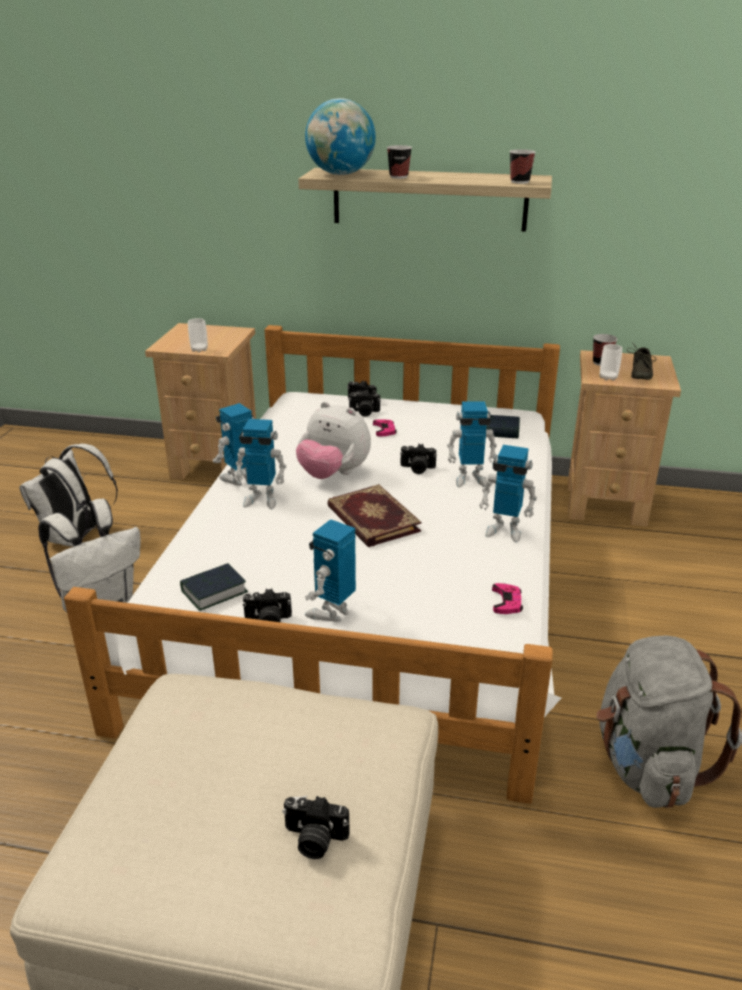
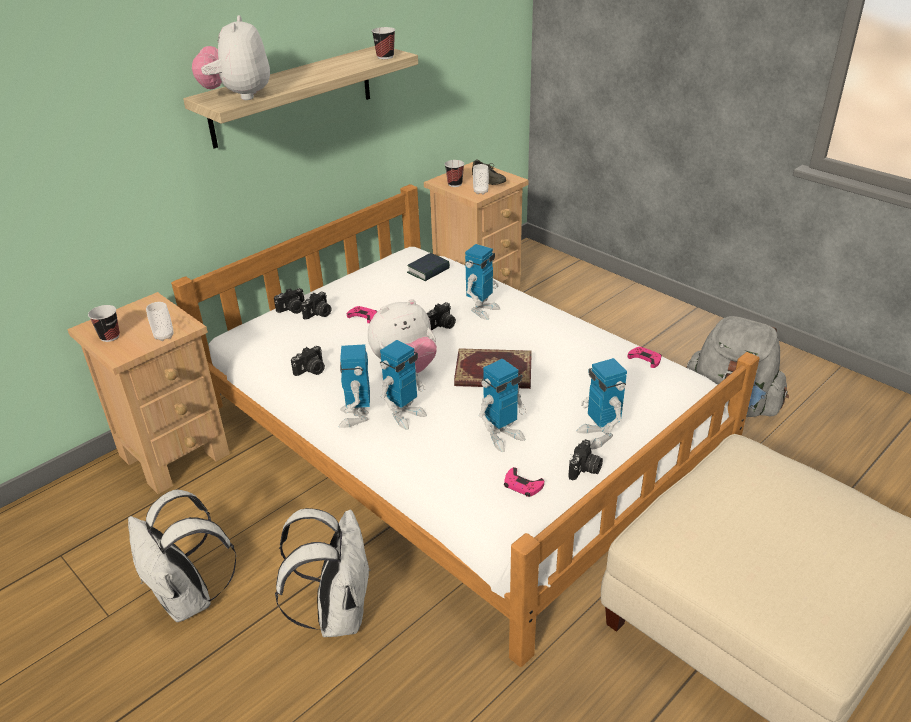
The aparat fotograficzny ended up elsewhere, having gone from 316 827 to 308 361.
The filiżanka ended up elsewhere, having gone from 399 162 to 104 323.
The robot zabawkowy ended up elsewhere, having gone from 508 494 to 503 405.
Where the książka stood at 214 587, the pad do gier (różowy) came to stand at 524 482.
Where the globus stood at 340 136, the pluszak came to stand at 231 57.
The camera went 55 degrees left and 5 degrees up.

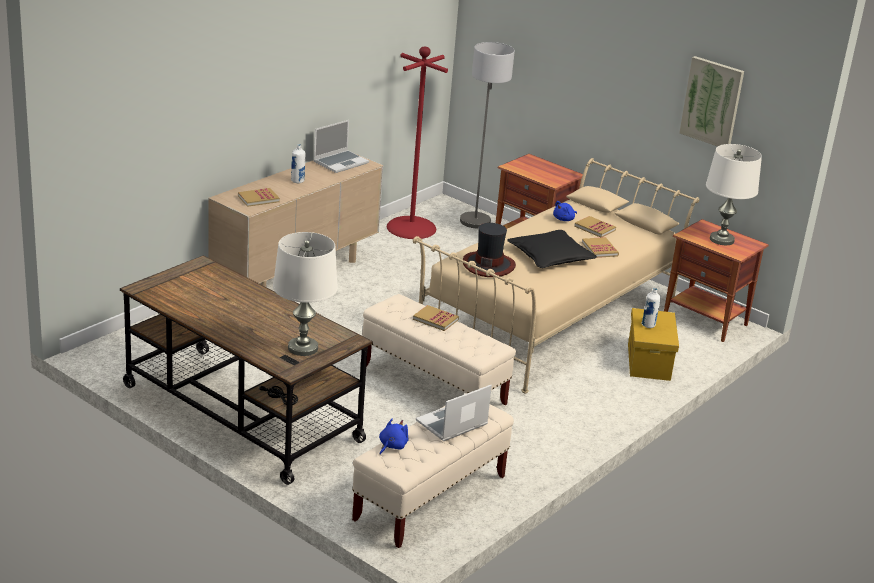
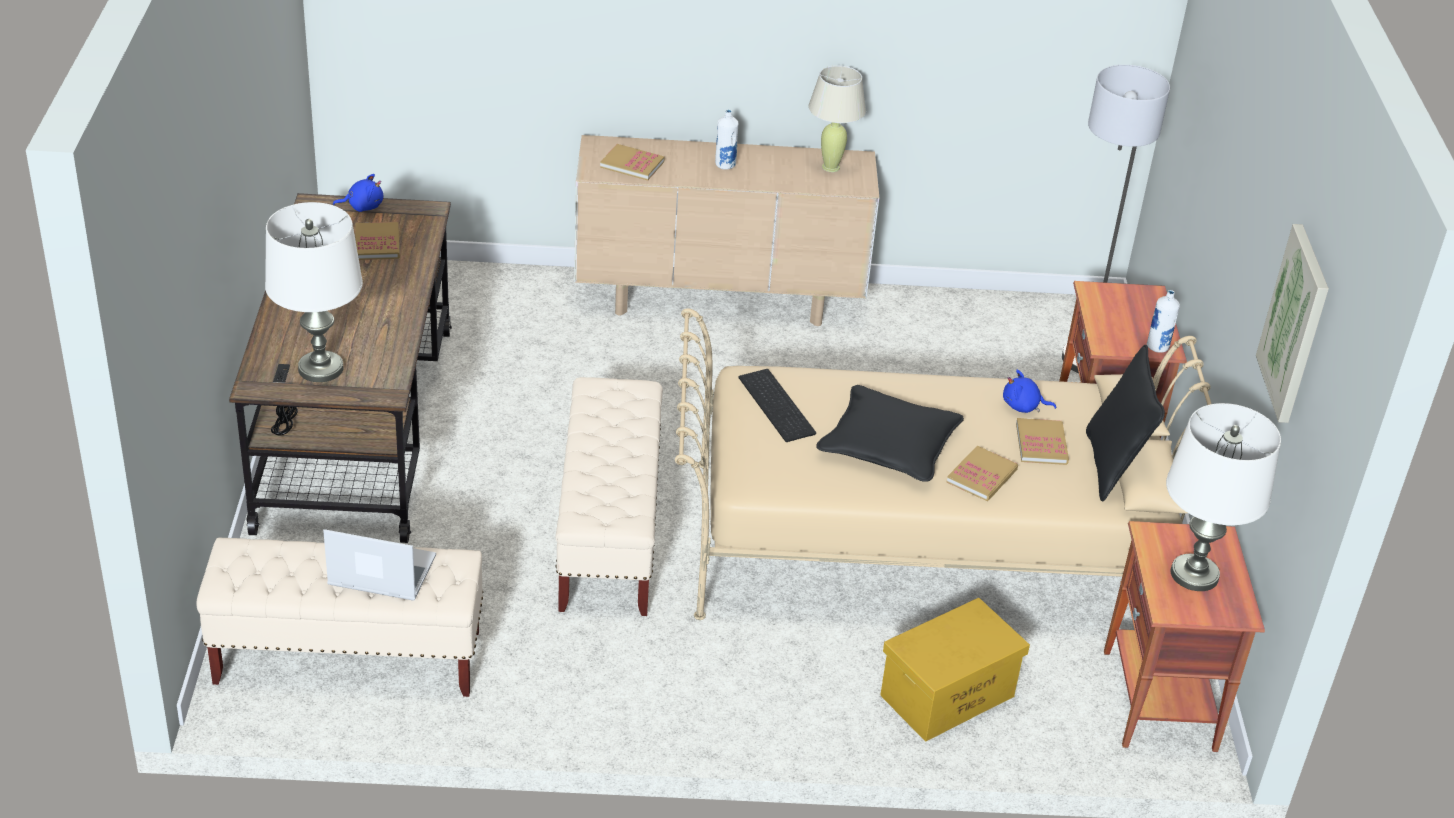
The second view lost the wieszak (czerwony) at 417 143.
The second view gained the poduszka (czarny) at 1125 423.
The pluszak (niebieski) ended up elsewhere, having gone from 394 436 to 358 193.
The książka ended up elsewhere, having gone from 436 318 to 378 241.
The butelka (biały) ended up elsewhere, having gone from 651 308 to 1163 321.
Where the laptop stood at 341 146, the lampa stołowa (beżowy) came to stand at 837 118.
Where the kapelusz stood at 489 250, the klawiatura came to stand at 777 405.
The camera went 50 degrees right and 10 degrees up.

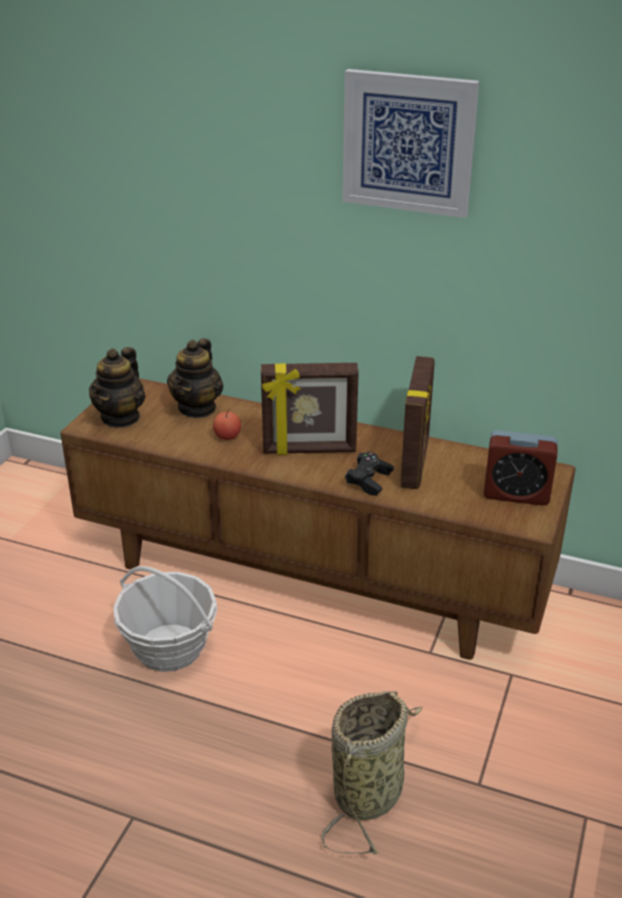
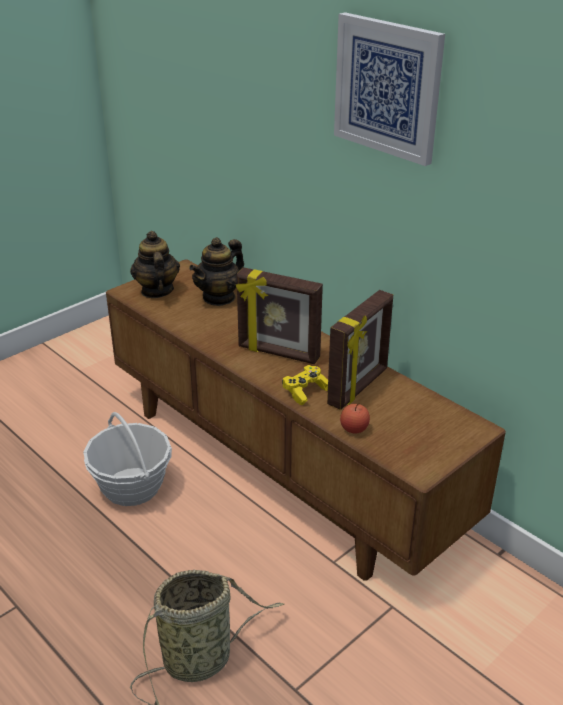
The second view lost the budzik at 521 468.
The jabłko ended up elsewhere, having gone from 227 424 to 355 418.
What was the pad do gier (czarny) at 369 474 turned into the pad do gier (żółty) at 305 385.
The imbryk at 117 387 ended up facing another way, 120 degrees clockwise from before.
The camera went 25 degrees right and 0 degrees up.

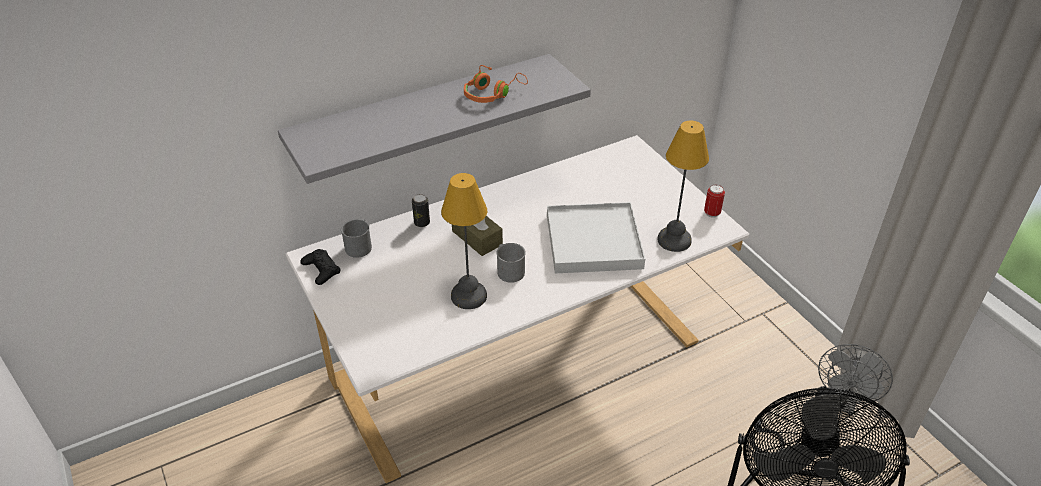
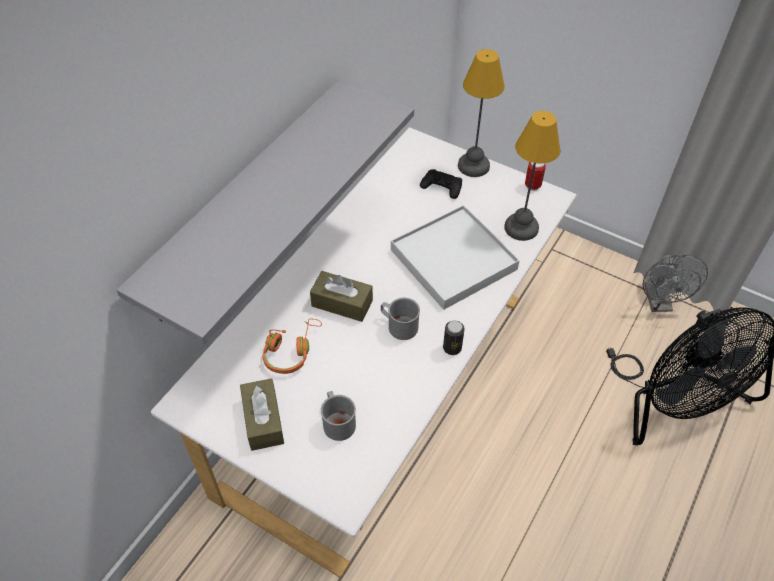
The second view gained the pudełko chusteczek (brązowy) at 262 414.
The pad do gier (czarny) ended up elsewhere, having gone from 320 267 to 441 184.
The kubek (szary) ended up elsewhere, having gone from 356 238 to 338 416.
The puszka ended up elsewhere, having gone from 421 210 to 454 337.
The lampa stołowa ended up elsewhere, having gone from 464 241 to 481 113.
The słuchawki (pomarańczowy) ended up elsewhere, having gone from 496 84 to 292 346.
The camera went 30 degrees left and 10 degrees up.

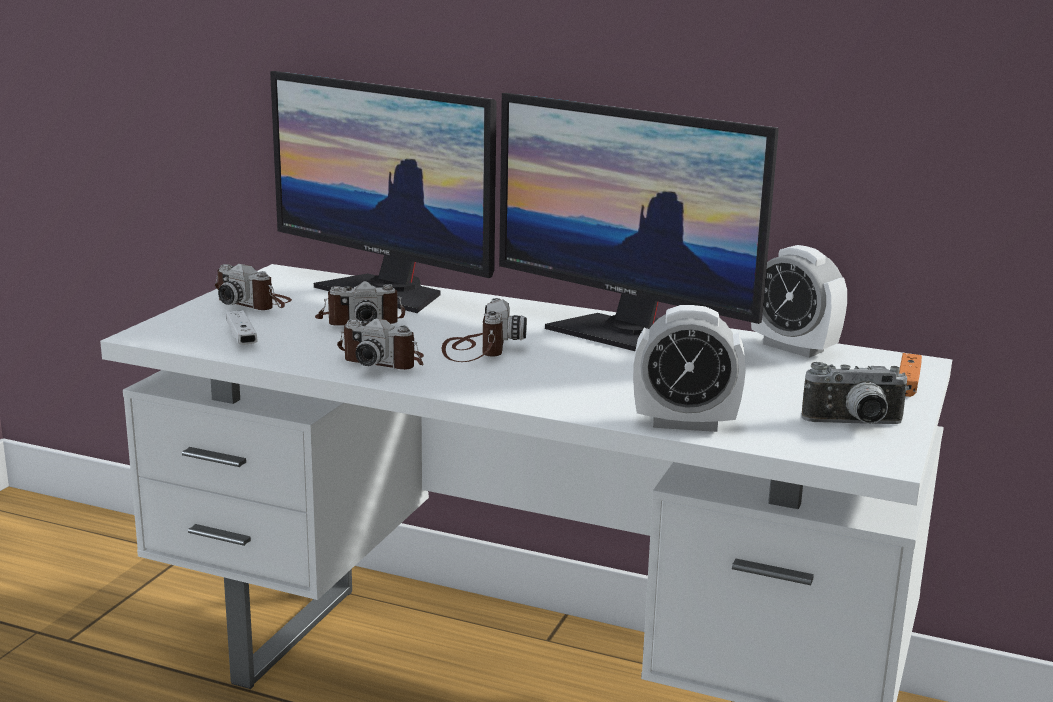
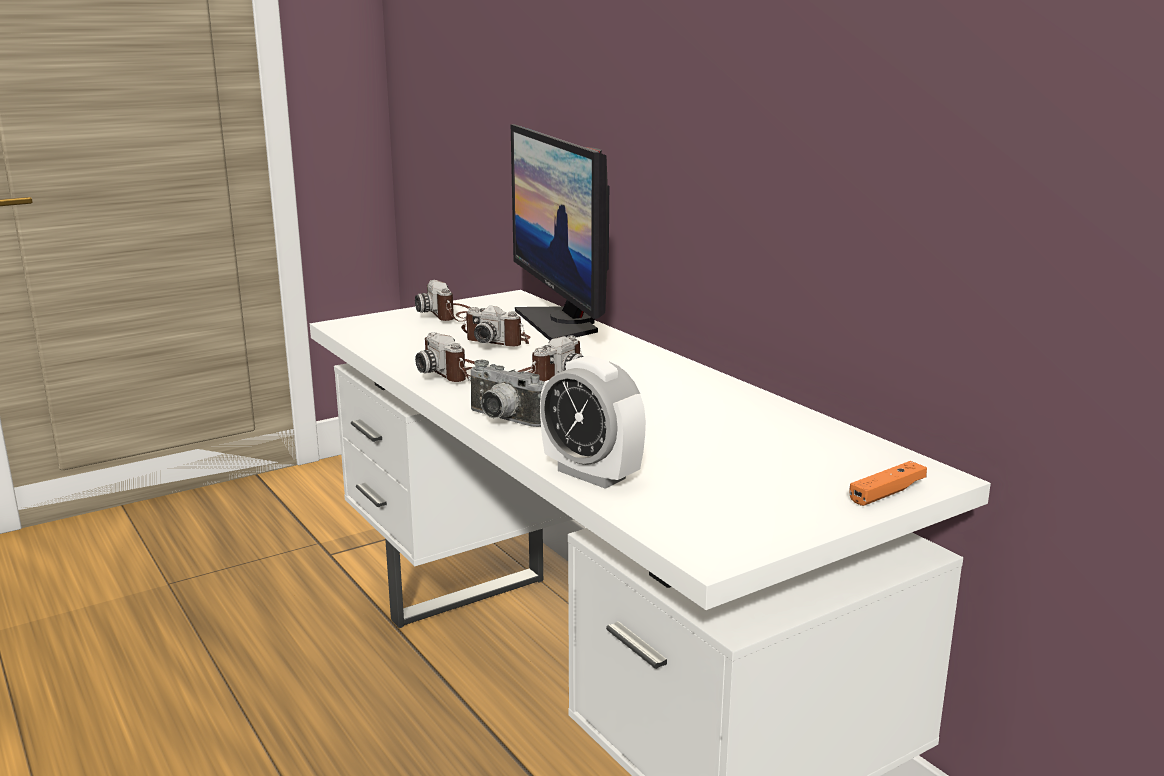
The second view lost the pad do gier (biały) at 242 327.
The second view lost the monitor at 639 222.
The second view lost the budzik at 799 301.
The aparat fotograficzny ended up elsewhere, having gone from 855 393 to 506 393.
The camera went 35 degrees right and 0 degrees up.

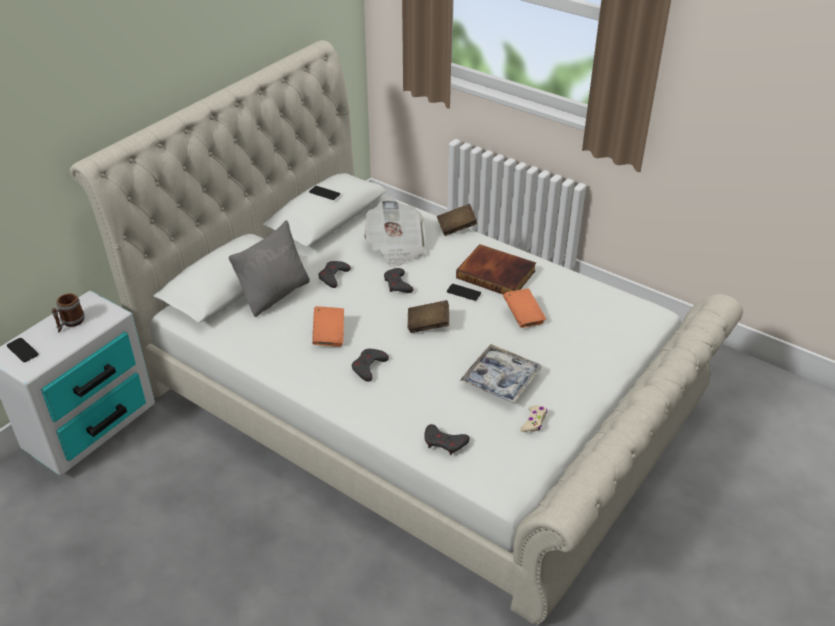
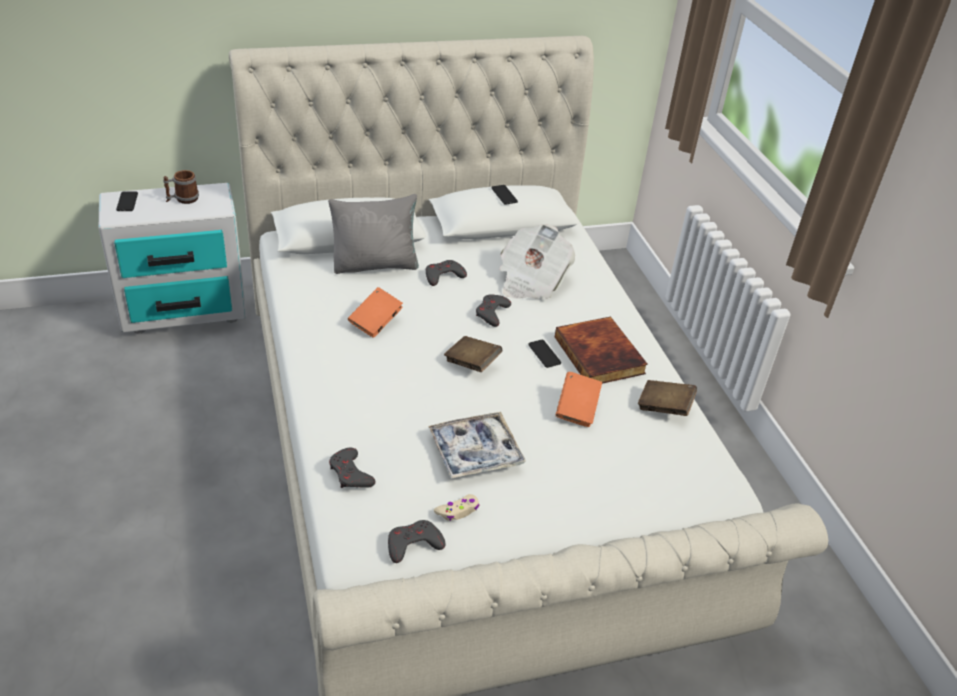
The pad do gier (szary) ended up elsewhere, having gone from 370 365 to 416 541.
The książka (brązowy) ended up elsewhere, having gone from 457 220 to 667 398.
The camera went 35 degrees right and 0 degrees up.

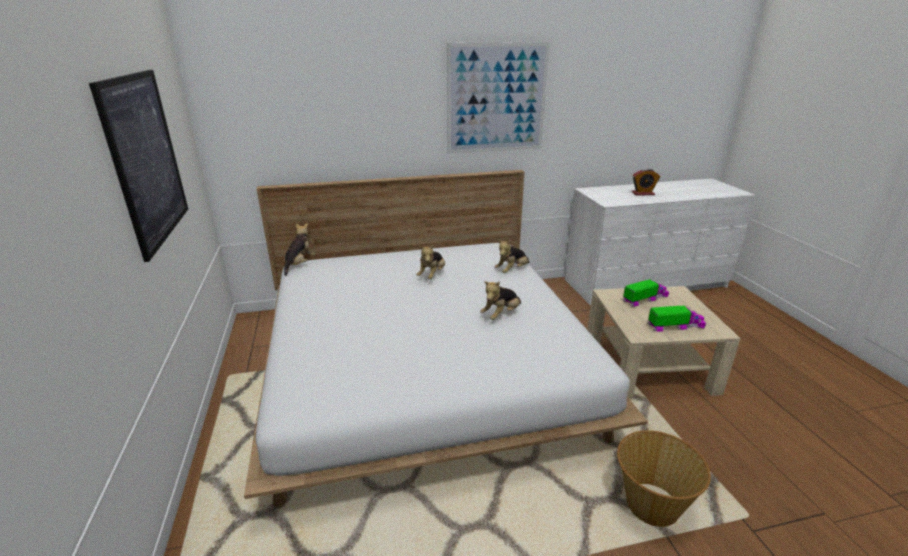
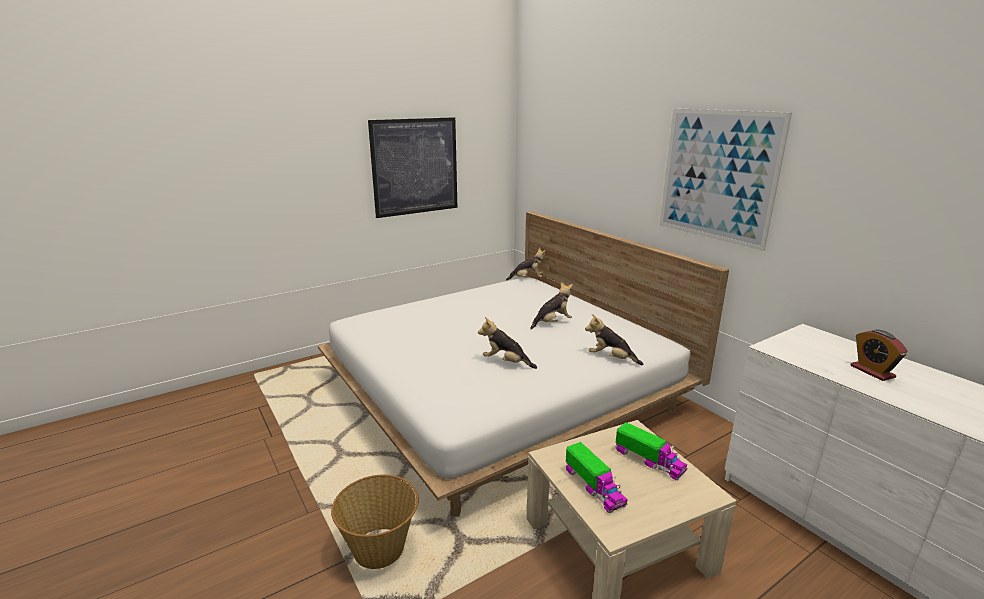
The pluszak at 430 261 ended up facing another way, 150 degrees clockwise from before.
The camera went 70 degrees right and 5 degrees down.

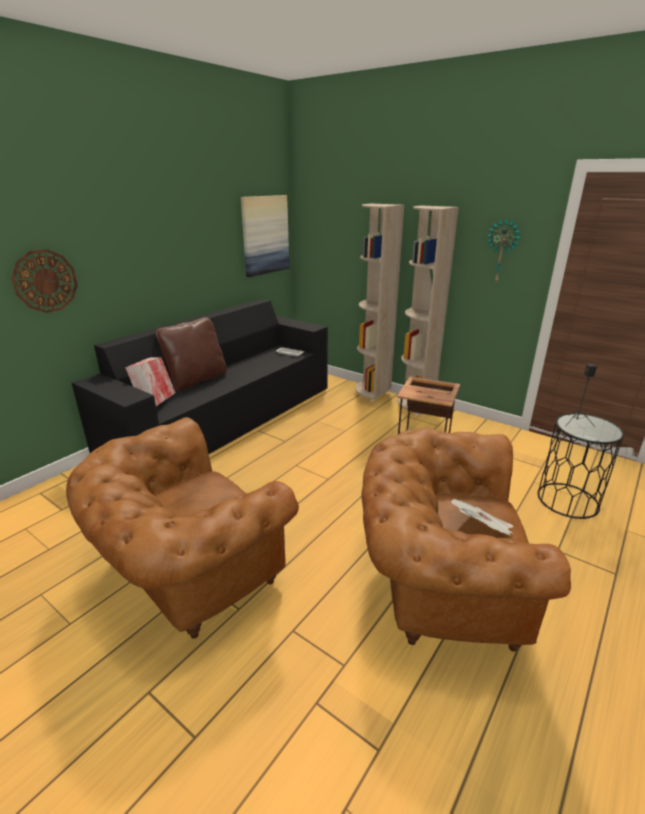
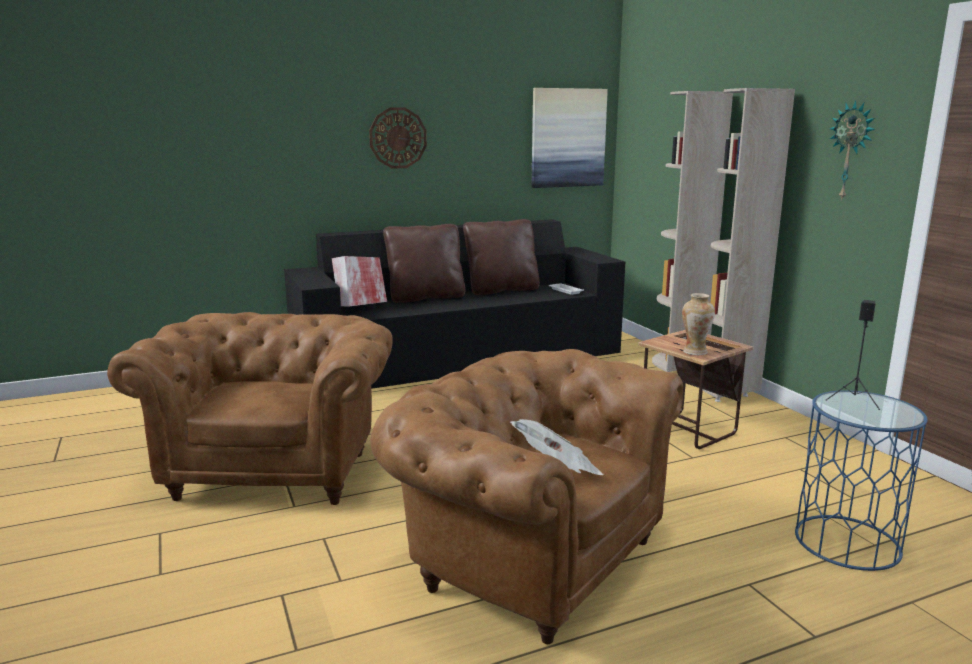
The second view gained the poduszka (brązowy) at 501 257.
The second view gained the wazon at 698 324.
The zegar ścienny ended up elsewhere, having gone from 44 281 to 398 138.
What was the stolik (czarny) at 581 466 turned into the stolik (niebieski) at 861 480.
The fotel (brązowy) at 182 528 ended up facing another way, 105 degrees clockwise from before.
The camera went 30 degrees right and 10 degrees down.

